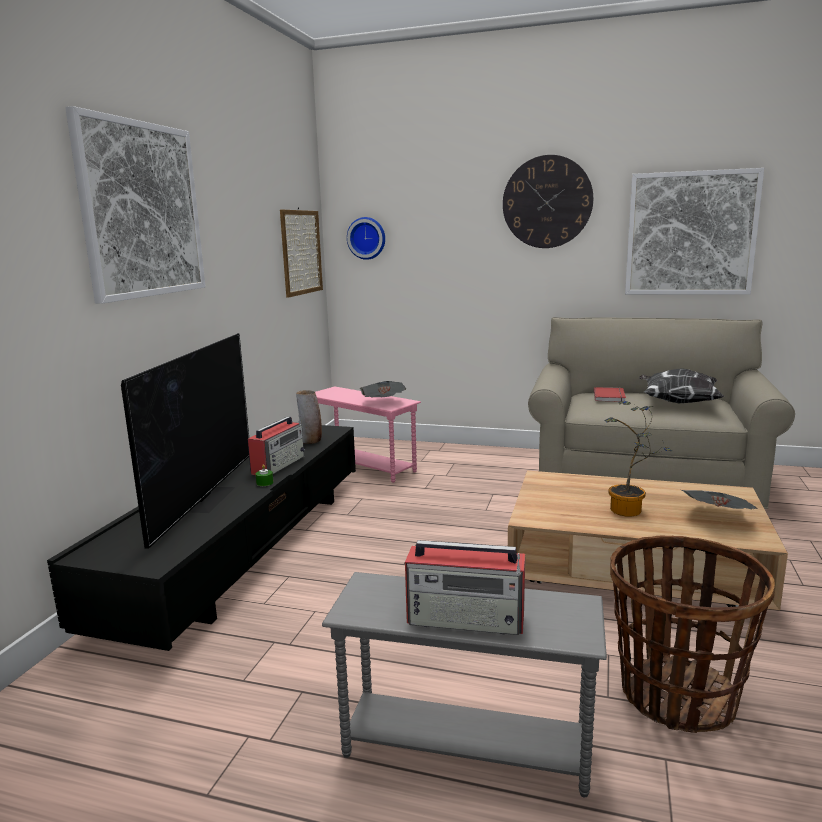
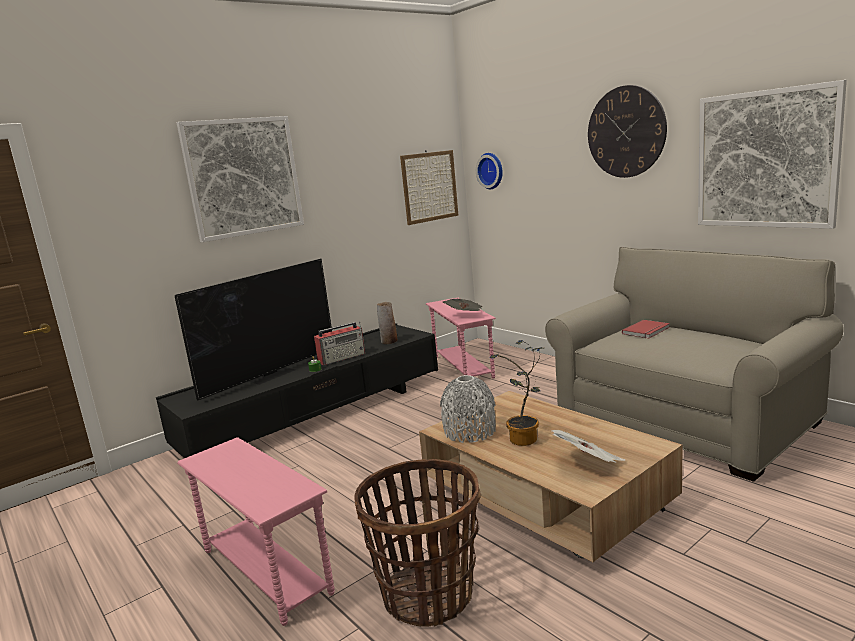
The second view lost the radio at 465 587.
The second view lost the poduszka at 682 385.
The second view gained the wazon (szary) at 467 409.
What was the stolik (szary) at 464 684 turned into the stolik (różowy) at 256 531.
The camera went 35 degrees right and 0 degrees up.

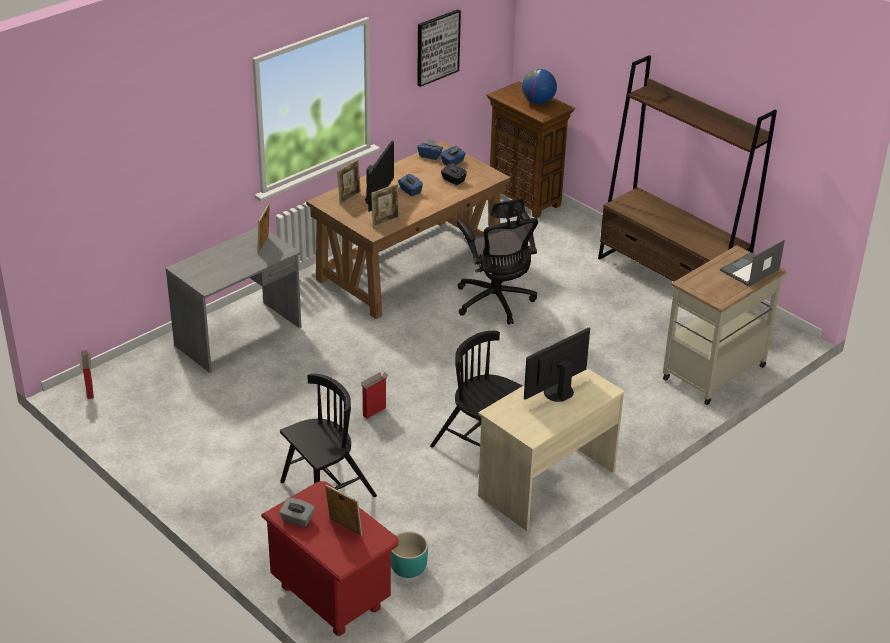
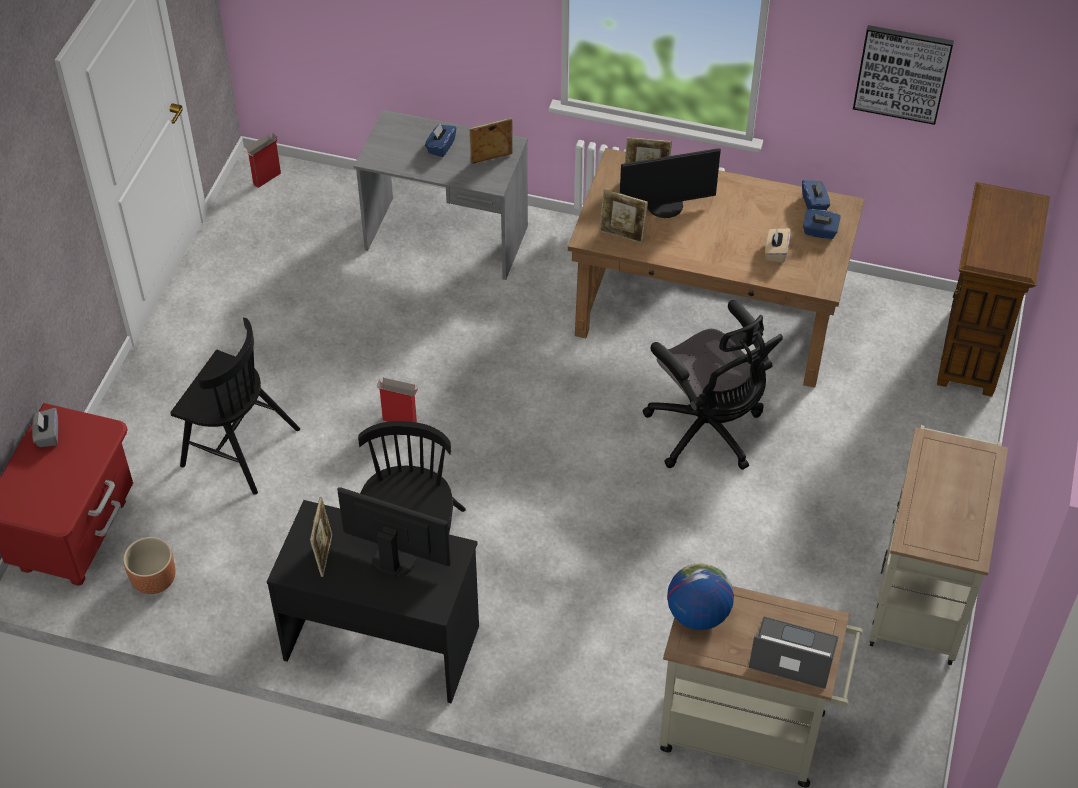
The ramka na zdjęcie ended up elsewhere, having gone from 343 510 to 321 537.
The pudełko chusteczek (niebieski) ended up elsewhere, having gone from 410 185 to 440 140.
The globus ended up elsewhere, having gone from 539 86 to 700 596.
Where the regał (brązowy) stood at 687 168, the wózek (beżowy) came to stand at 938 545.
What was the donica (turkusowy) at 409 554 turned into the donica (brązowy) at 149 565.
What was the pudełko chusteczek (czarny) at 454 174 turned into the pudełko chusteczek (beżowy) at 778 245.
What was the biurko (beżowy) at 551 449 turned into the biurko (czarny) at 373 601.
The krzesło biurowe at 497 261 ended up facing another way, 75 degrees counterclockwise from before.
The camera went 60 degrees right and 15 degrees up.

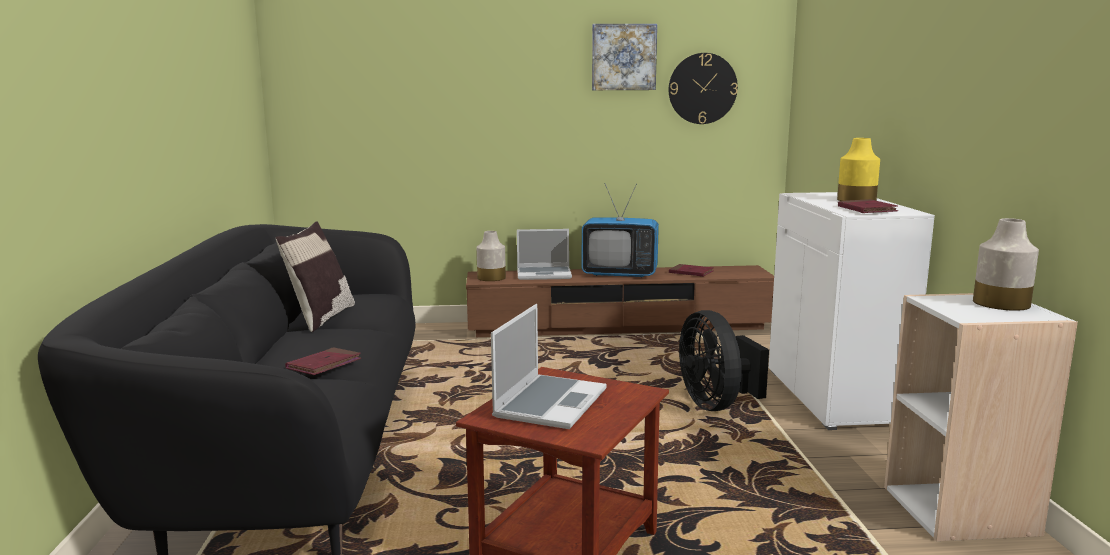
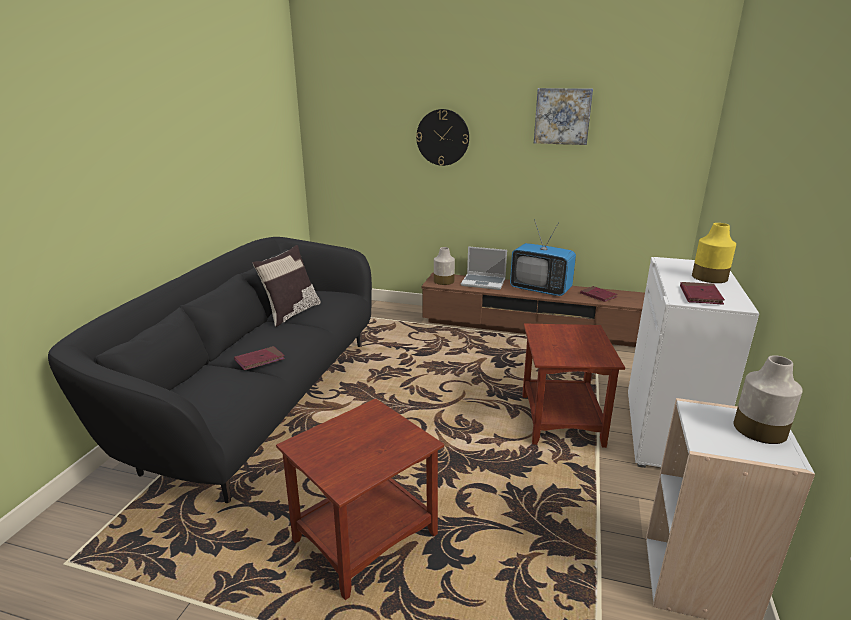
The second view lost the laptop at 549 366.
The zegar ścienny ended up elsewhere, having gone from 703 88 to 442 137.
Where the wentylator (czarny) stood at 724 360, the stolik (brązowy) came to stand at 573 385.
The camera went 20 degrees right and 10 degrees up.

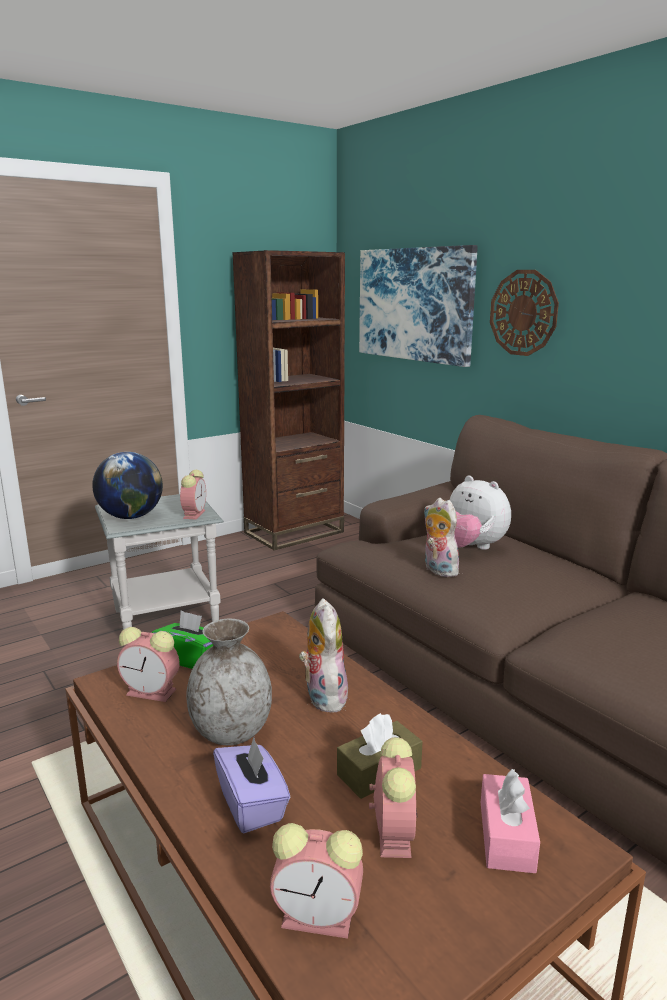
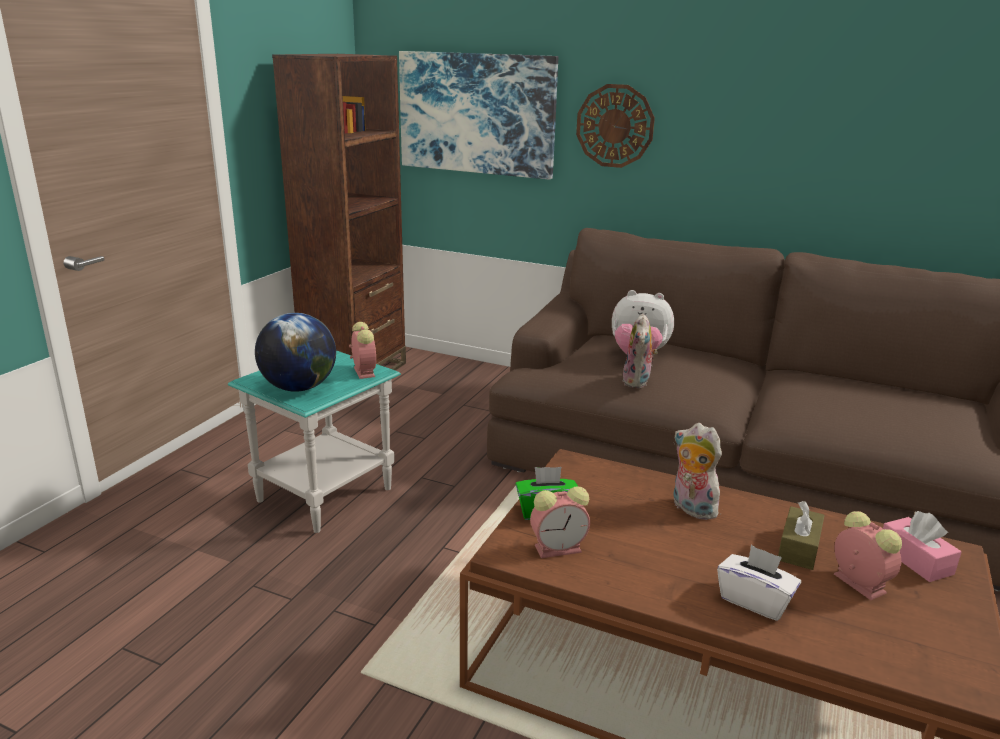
The second view lost the wazon (szary) at 229 682.
The second view lost the budzik at 316 881.
What was the stolik (szary) at 159 569 turned into the stolik (turkusowy) at 314 441.
What was the pudełko chusteczek (fioletowy) at 251 785 turned into the pudełko chusteczek (biały) at 759 583.
The pluszak at 441 537 ended up facing another way, 105 degrees counterclockwise from before.
The camera went 30 degrees left and 5 degrees up.

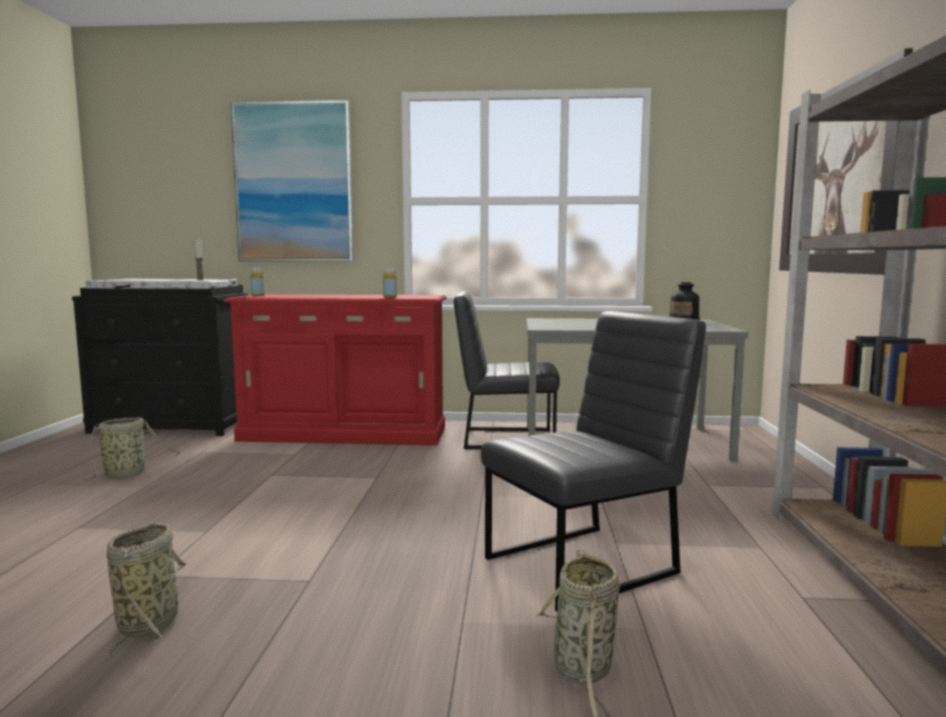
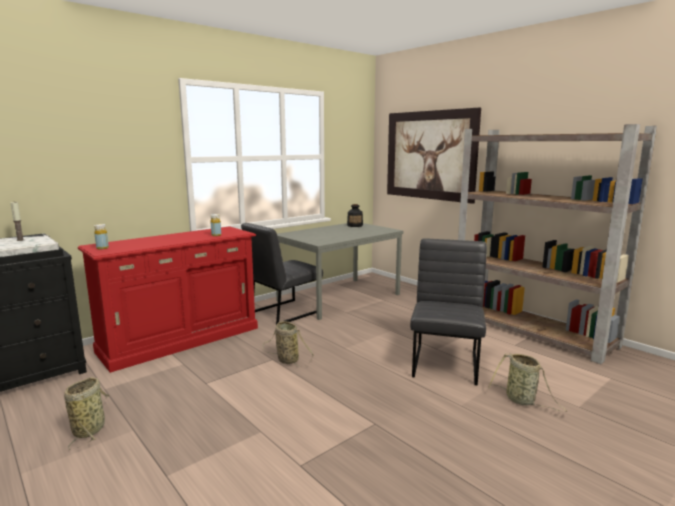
The second view lost the obraz at 292 181.
The koszyk ended up elsewhere, having gone from 146 589 to 288 344.
The camera went 45 degrees left and 5 degrees up.

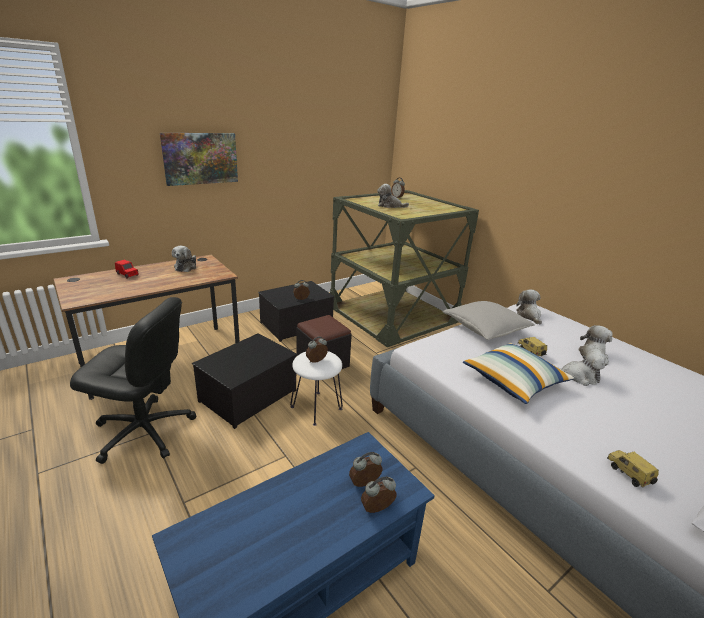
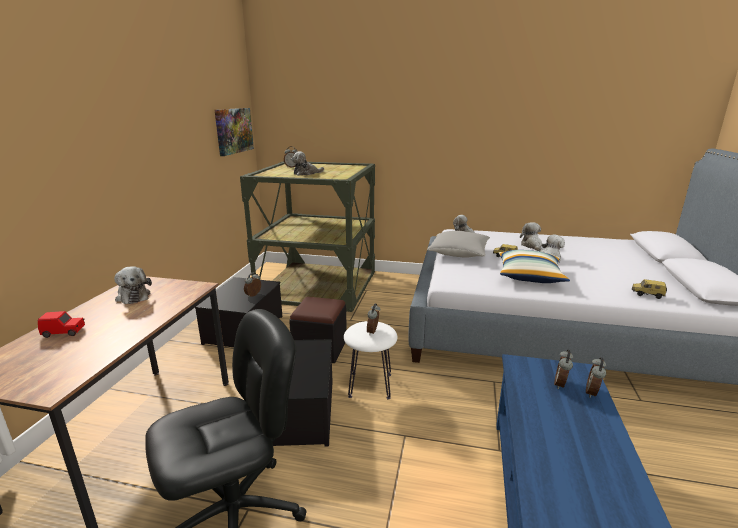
The obraz ended up elsewhere, having gone from 199 159 to 234 132.
The camera went 40 degrees left and 5 degrees down.

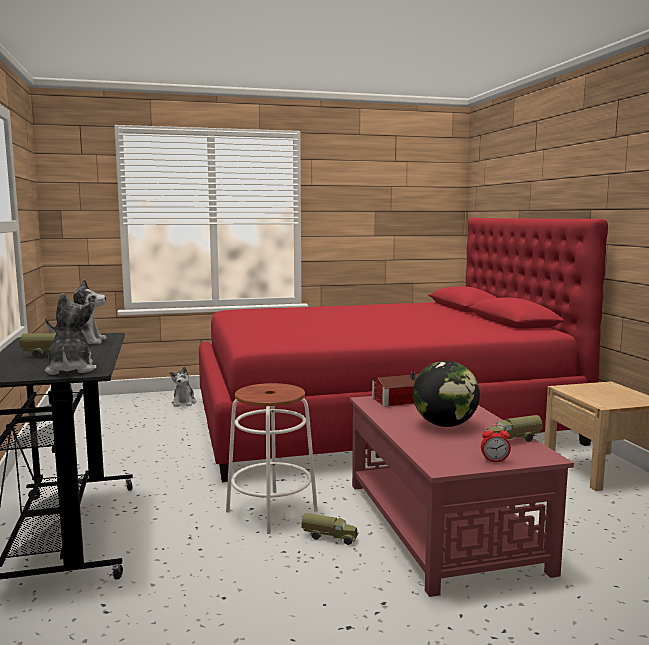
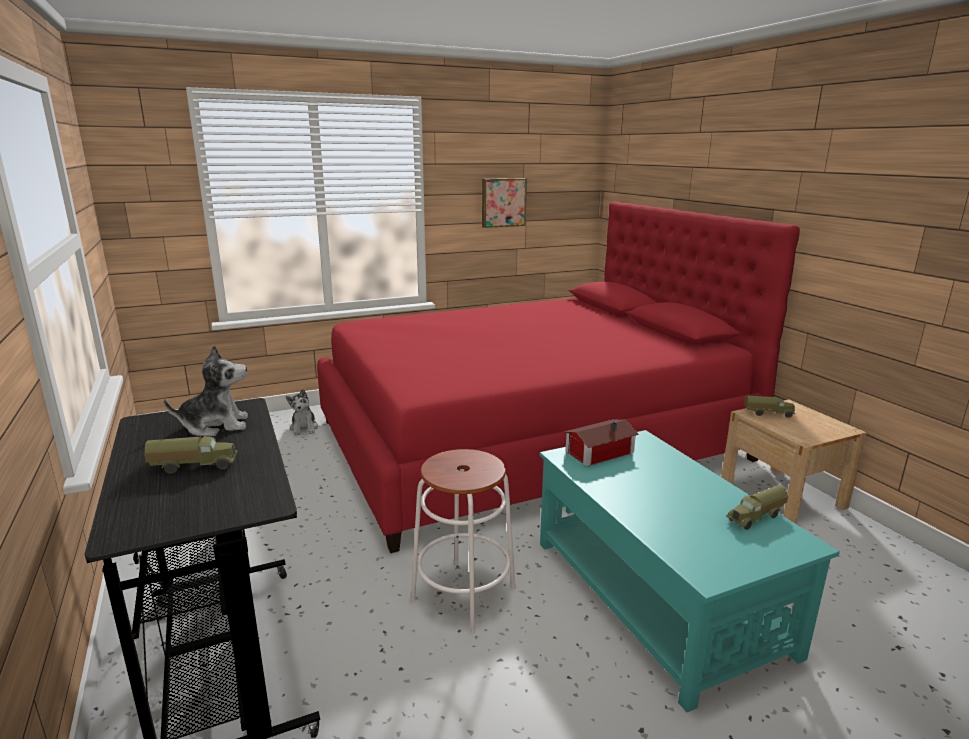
The second view lost the pluszak at 71 334.
The second view lost the globus at 446 394.
The second view lost the budzik at 496 443.
The second view gained the obraz at 504 203.
The ciężarówka zabawkowa ended up elsewhere, having gone from 330 529 to 770 407.
What was the ława (czerwony) at 462 496 turned into the ława (turkusowy) at 690 571.
The camera went 10 degrees left and 10 degrees up.

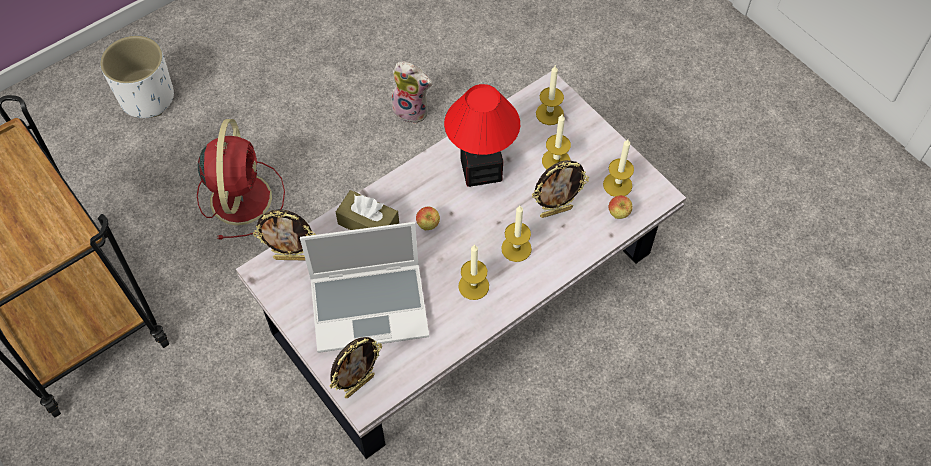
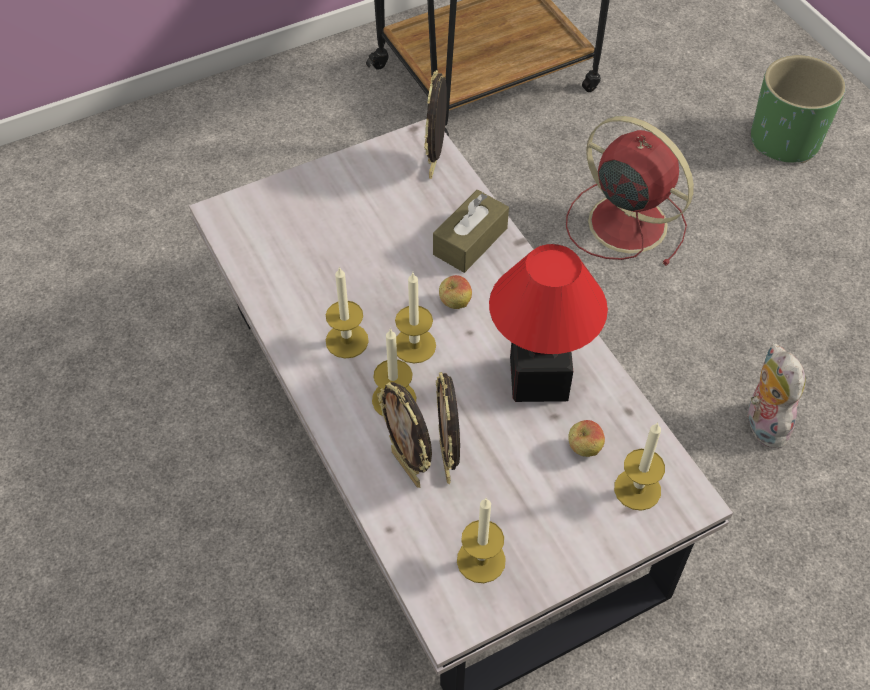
The second view lost the laptop at 364 287.
The ramka na zdjęcie ended up elsewhere, having gone from 355 367 to 404 435.
The świeca ended up elsewhere, having gone from 556 141 to 415 318.
The jabłko ended up elsewhere, having gone from 621 207 to 586 438.
What was the donica (biały) at 137 77 turned into the donica (zielony) at 798 109.
The wentylator (czerwony) at 241 179 ended up facing another way, 150 degrees counterclockwise from before.
The pluszak at 412 92 ended up facing another way, 135 degrees clockwise from before.
The camera went 100 degrees right and 5 degrees down.

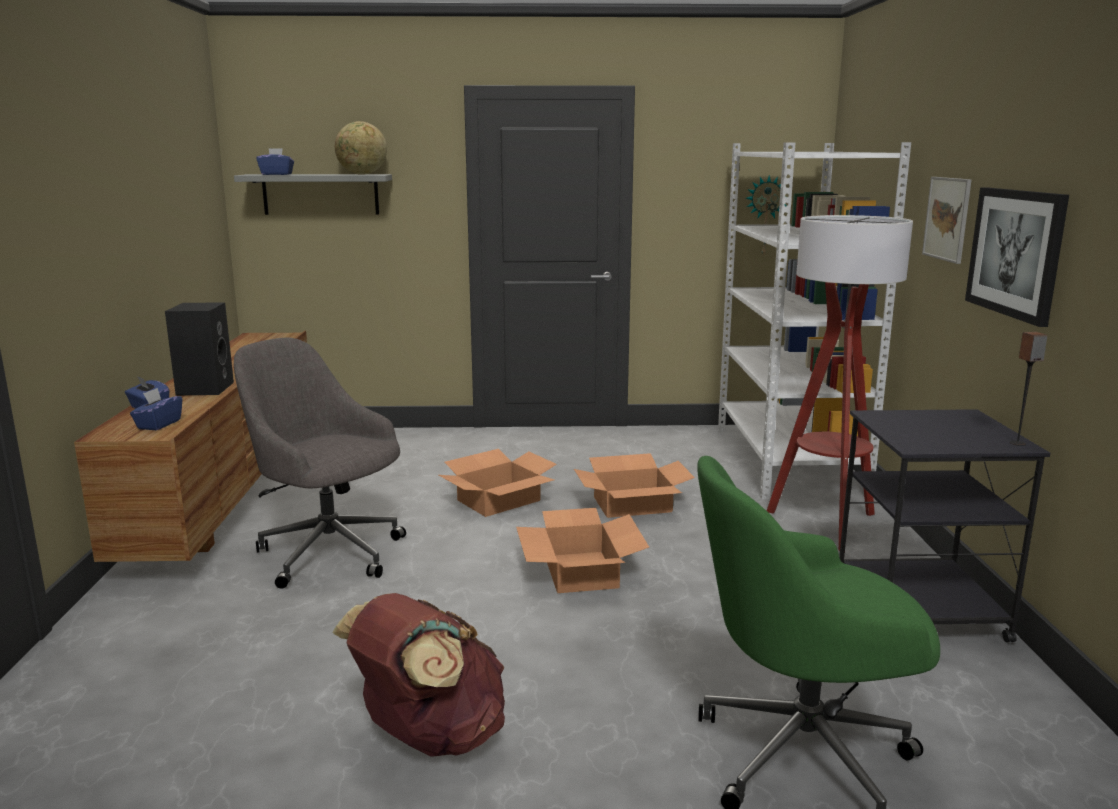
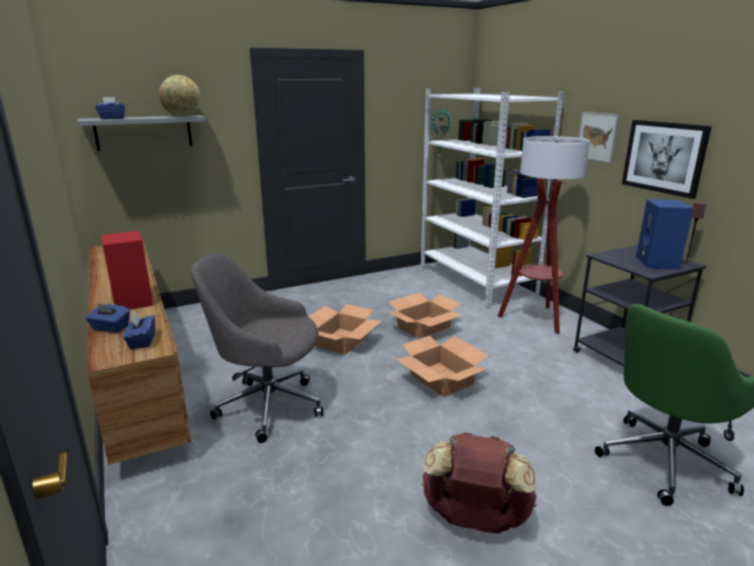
The second view gained the głośnik (niebieski) at 665 234.
What was the głośnik (czarny) at 199 348 turned into the głośnik (czerwony) at 127 270.
The camera went 25 degrees left and 5 degrees up.

